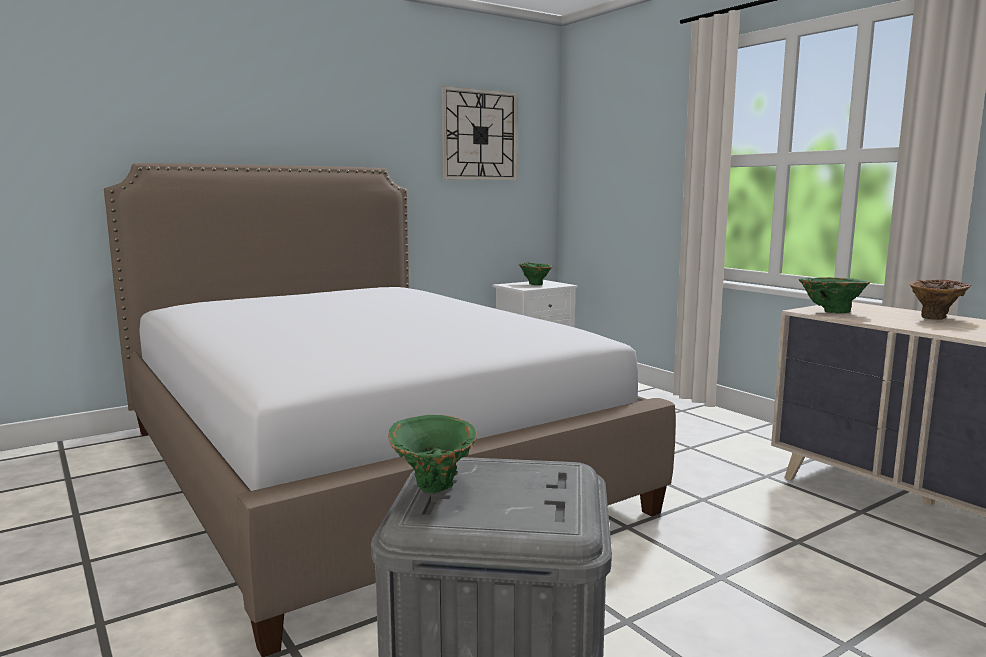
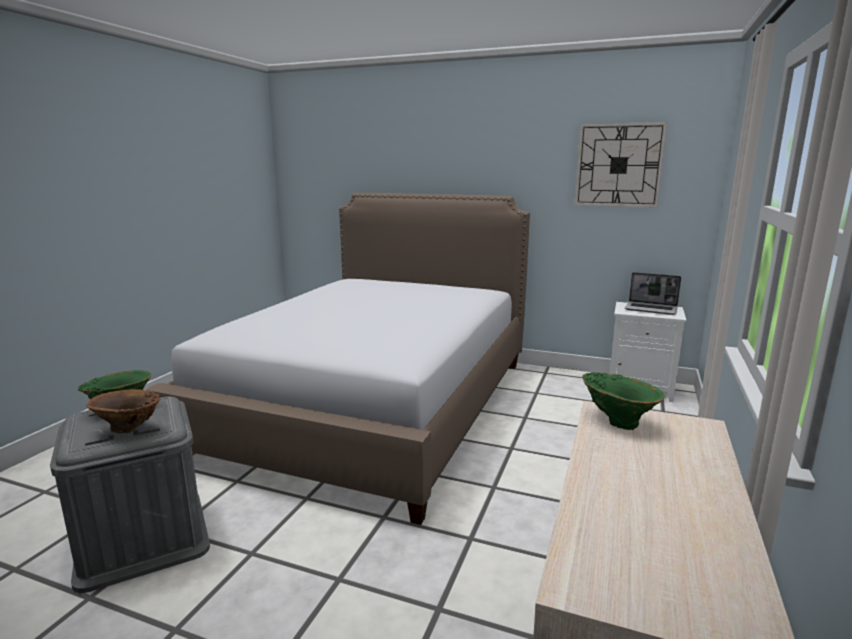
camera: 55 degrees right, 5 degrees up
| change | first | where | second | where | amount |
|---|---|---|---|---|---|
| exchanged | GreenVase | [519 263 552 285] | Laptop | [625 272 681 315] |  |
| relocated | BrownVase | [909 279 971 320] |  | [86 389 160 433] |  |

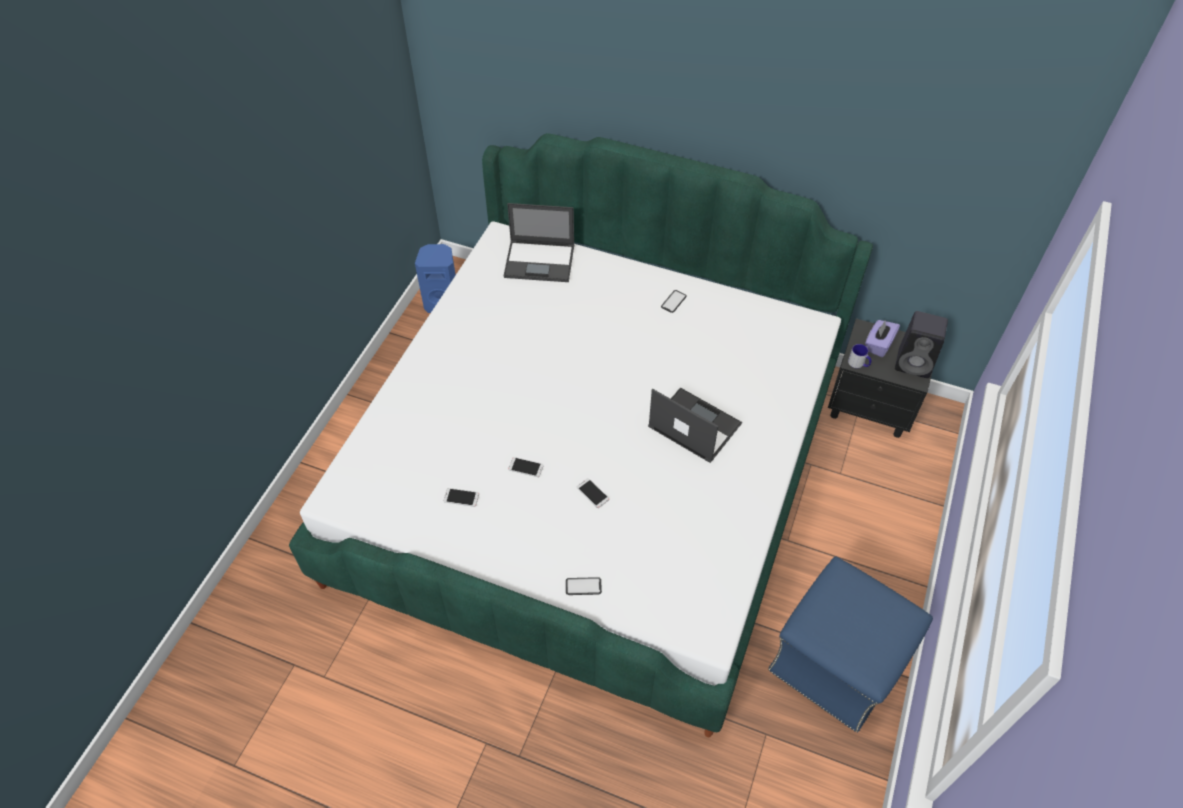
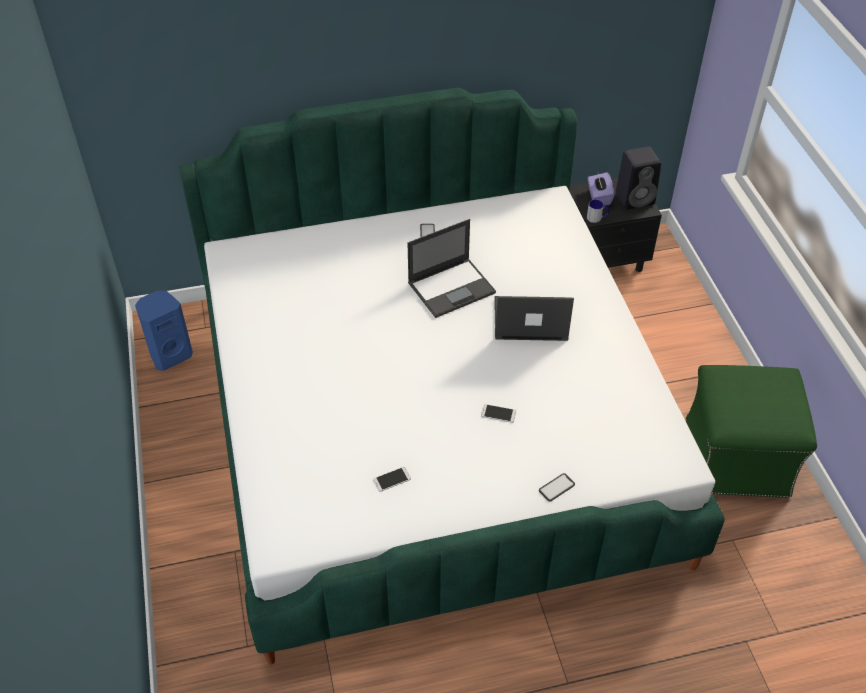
camera: 35 degrees left, 5 degrees down
| change | first | where | second | where | amount |
|---|---|---|---|---|---|
| relocated | Laptop | [504 203 574 282] |  | [407 219 496 318] |  |
| missing | Phone | [508 457 544 477] |  |  |  |
| colour | BlueOttoman | [768 557 933 732] | GreenOttoman | [686 365 817 498] |  |

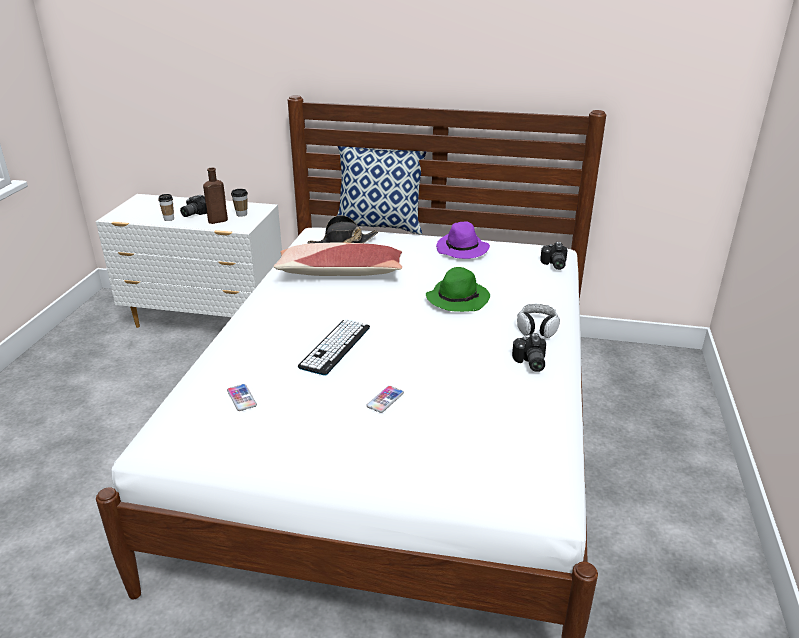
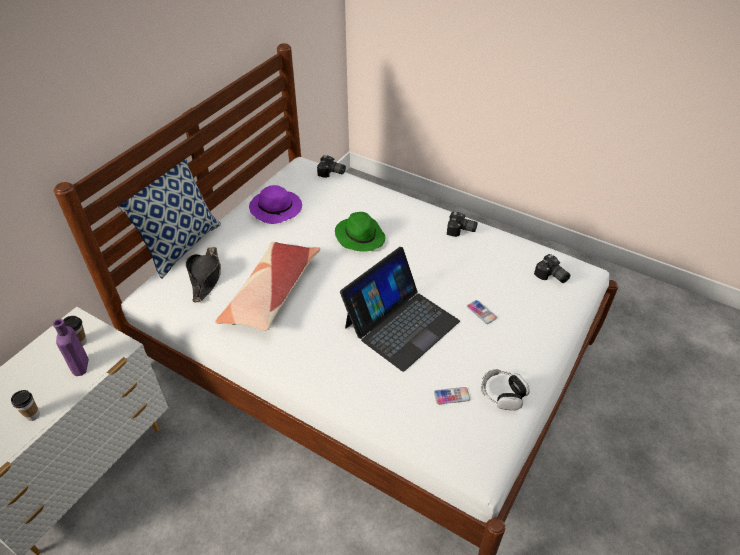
camera: 70 degrees left, 15 degrees up
| change | first | where | second | where | amount |
|---|---|---|---|---|---|
| relocated | PhotoCamera | [180 195 207 217] |  | [534 254 570 283] |  |
| colour | BrownBottle | [203 168 228 224] | PurpleBottle | [53 319 89 376] |  |
| exchanged | Keyboard | [298 319 370 376] | Laptop | [340 247 460 372] |  |
| relocated | Headphones | [517 303 560 338] |  | [481 369 530 410] |  |

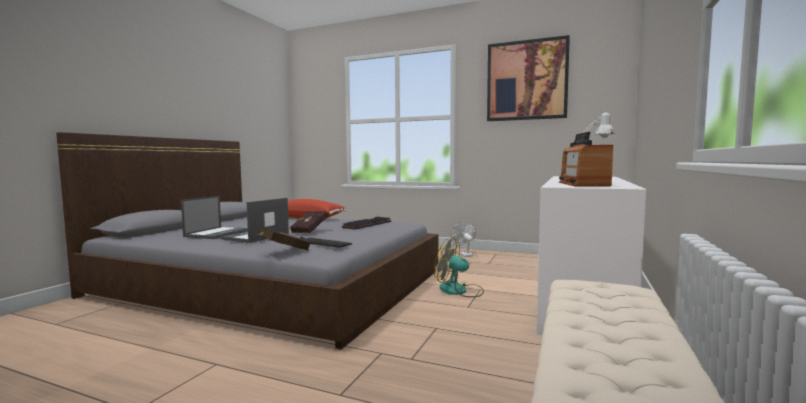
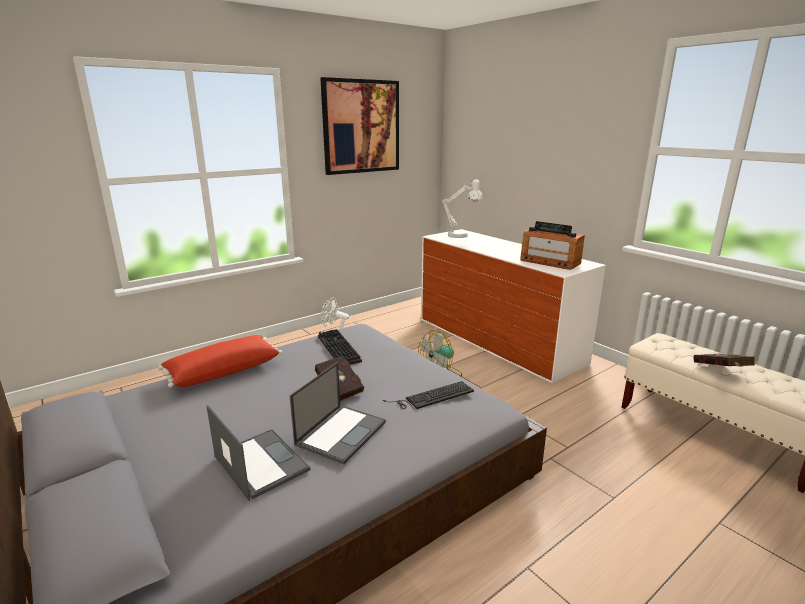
camera: 60 degrees left, 15 degrees up
| change | first | where | second | where | amount |
|---|---|---|---|---|---|
| spun | Laptop | [220 198 289 243] |  | [290 362 386 464] | 120 degrees counterclockwise |
| relocated | RedBook | [256 227 311 251] |  | [694 354 755 367] |  |

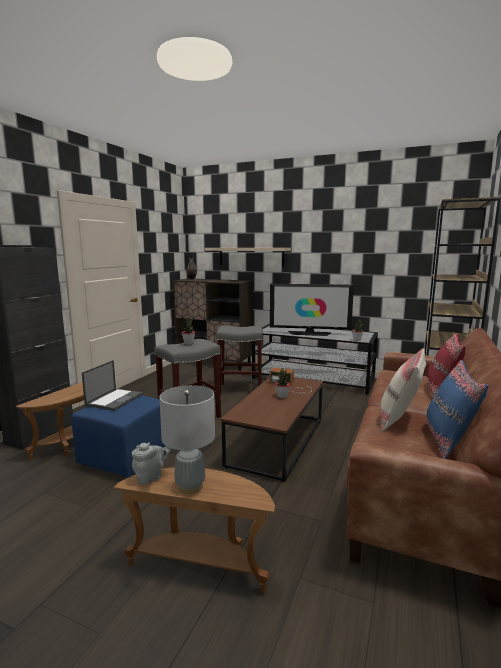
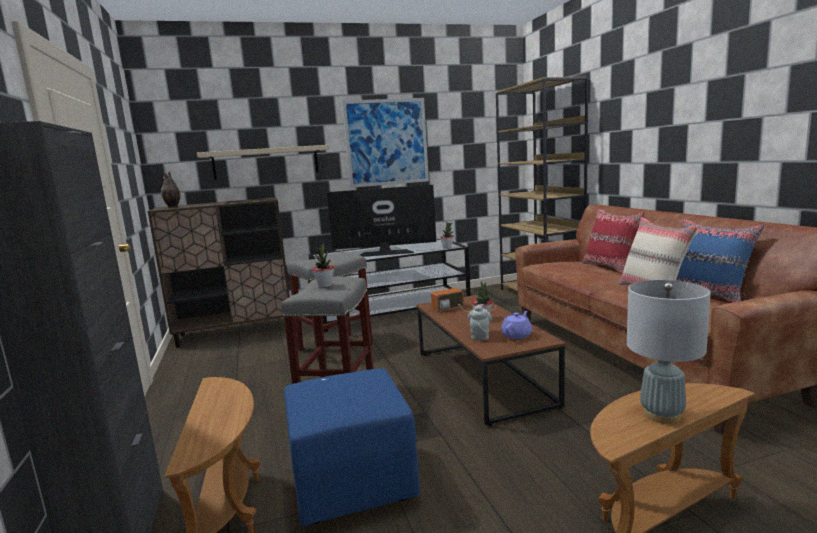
camera: 40 degrees left, 0 degrees up
| change | first | where | second | where | amount |
|---|---|---|---|---|---|
| missing | Laptop | [82 360 143 411] |  |  |  |
| relocated | GreyTeapot | [132 442 171 485] |  | [468 304 492 340] |  |
| spun | Television | [270 284 354 336] |  | [327 185 436 257] | 150 degrees counterclockwise |
| appeared |  |  | Picture | [342 98 429 188] |  |
| appeared |  |  | PurpleTeapot | [501 311 532 339] |  |

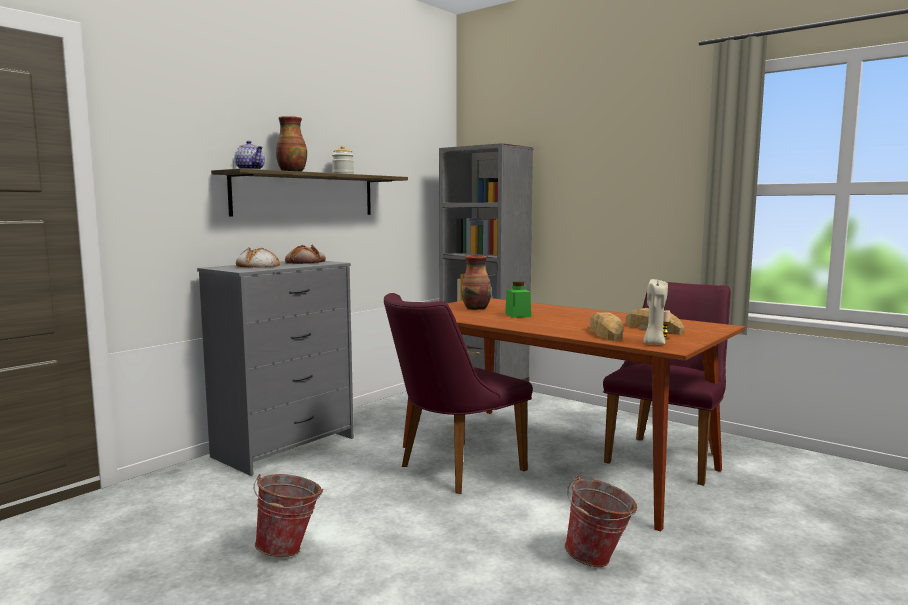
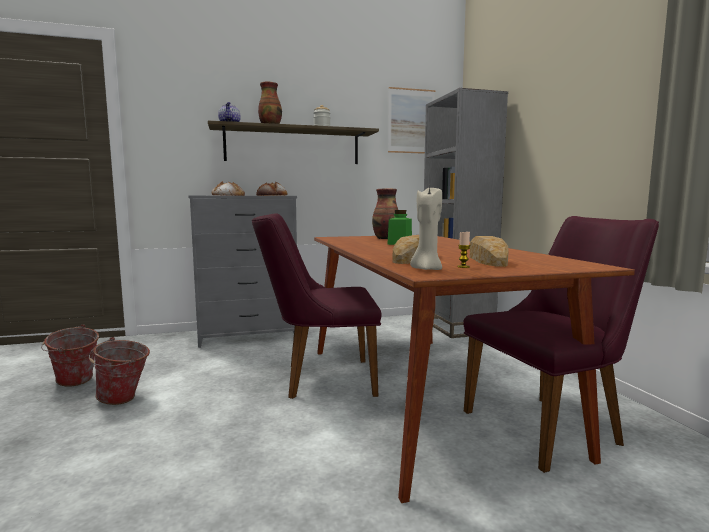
camera: 35 degrees right, 0 degrees up
| change | first | where | second | where | amount |
|---|---|---|---|---|---|
| relocated | Bucket | [565 475 637 567] |  | [41 324 99 387] |  |
| appeared |  |  | Picture | [388 87 435 154] |  |

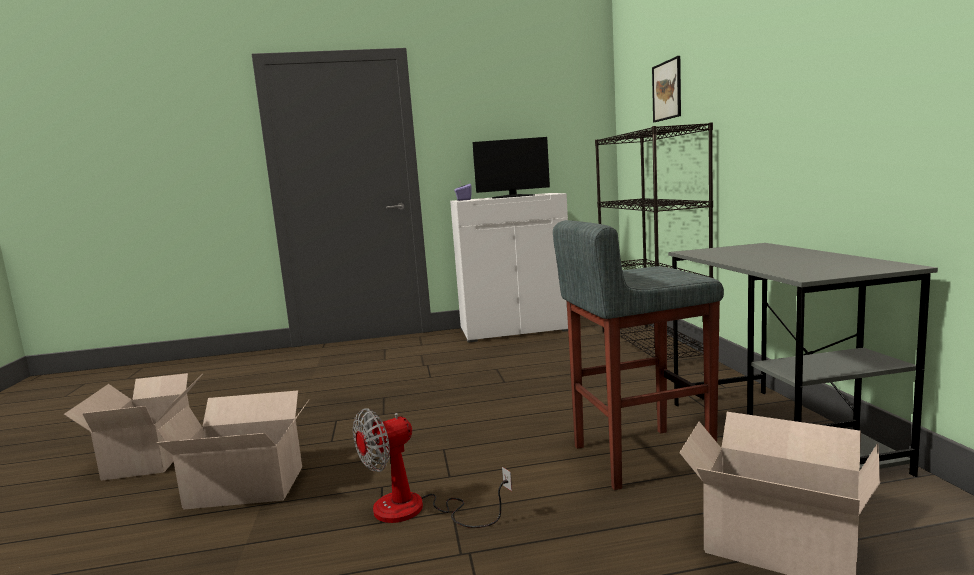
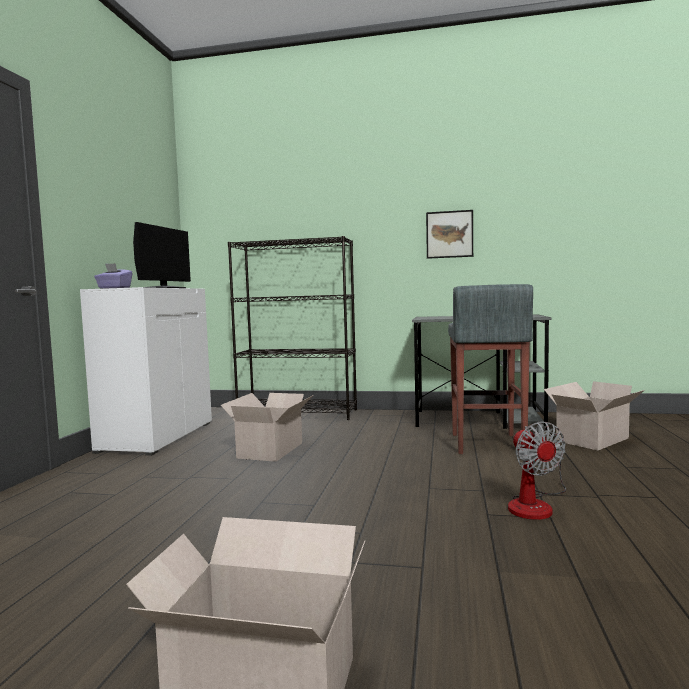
camera: 70 degrees left, 5 degrees down
| change | first | where | second | where | amount |
|---|---|---|---|---|---|
| relocated | CardboardBox | [156 390 310 510] |  | [221 393 313 462] |  |
| relocated | Picture | [652 56 681 122] |  | [426 210 473 259] |  |

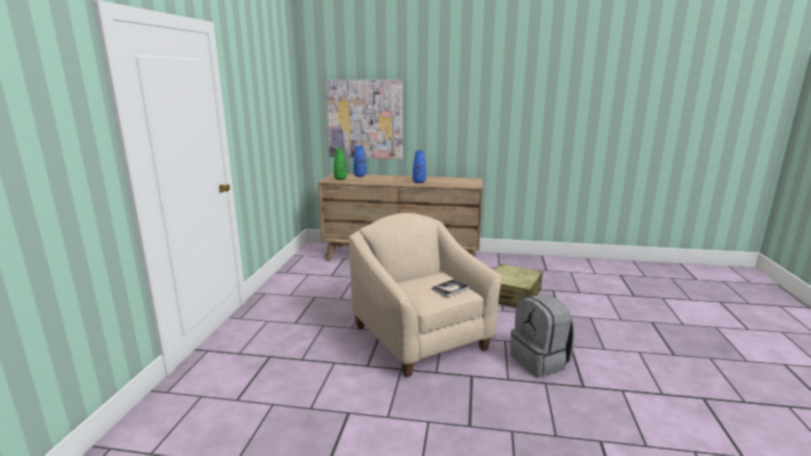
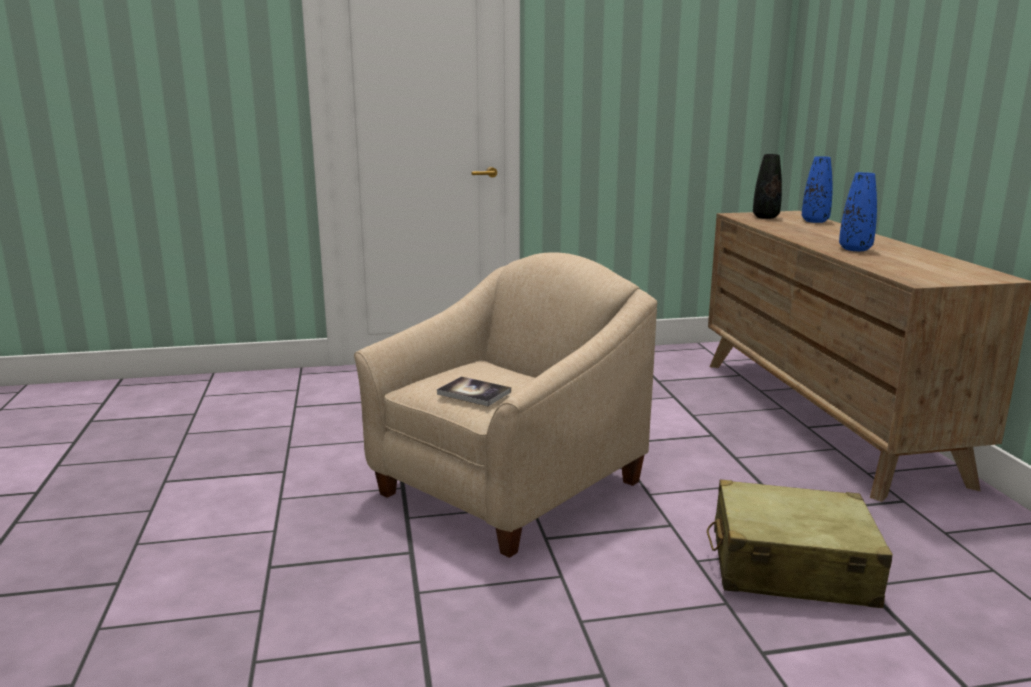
camera: 70 degrees right, 0 degrees up
| change | first | where | second | where | amount |
|---|---|---|---|---|---|
| missing | Picture | [326 80 403 159] |  |  |  |
| colour | GreenVase | [333 148 347 180] | BlackVase | [753 154 782 219] |  |
| missing | GreyBackpack | [510 294 574 377] |  |  |  |

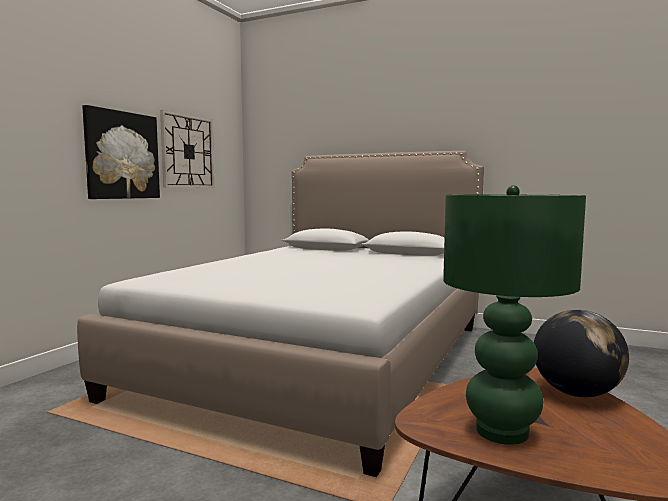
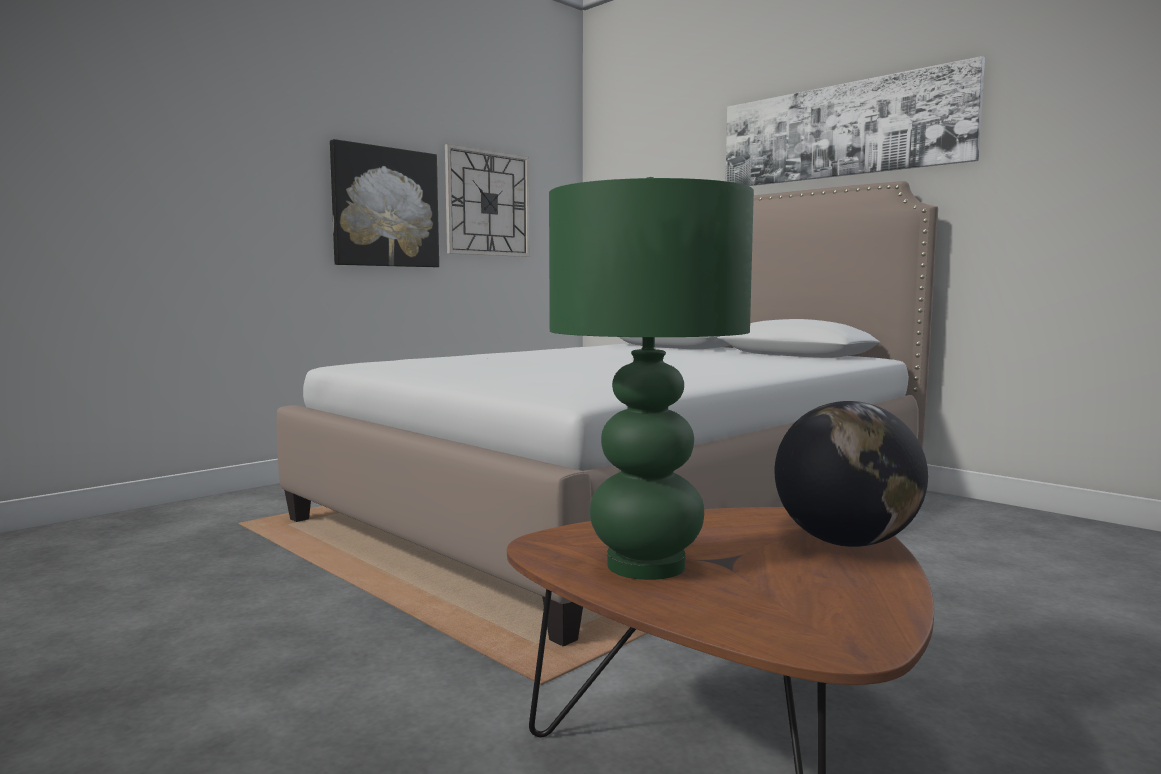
camera: 20 degrees right, 0 degrees up
| change | first | where | second | where | amount |
|---|---|---|---|---|---|
| appeared |  |  | Picture | [726 56 985 186] |  |

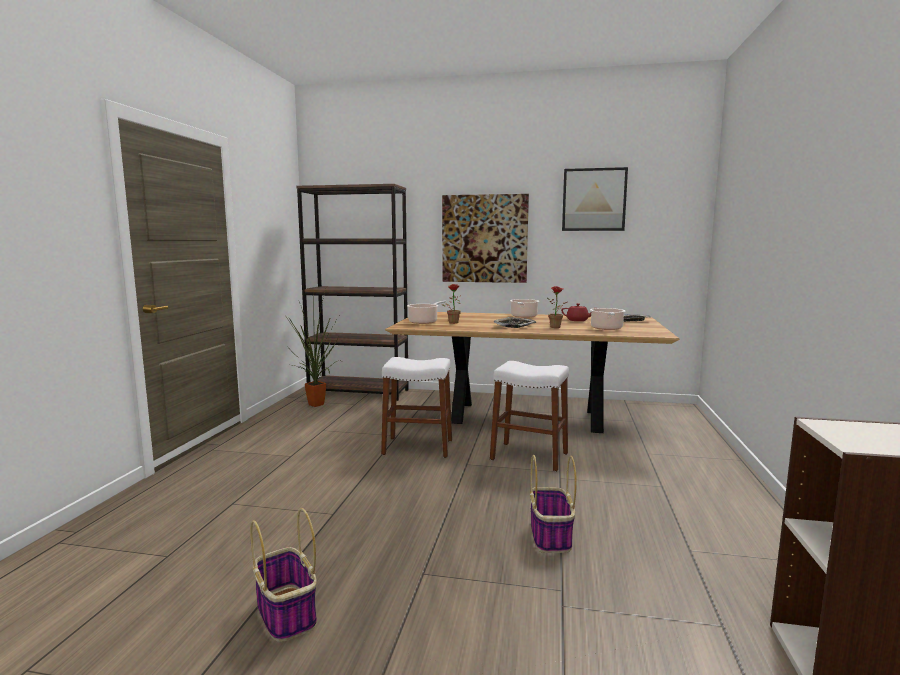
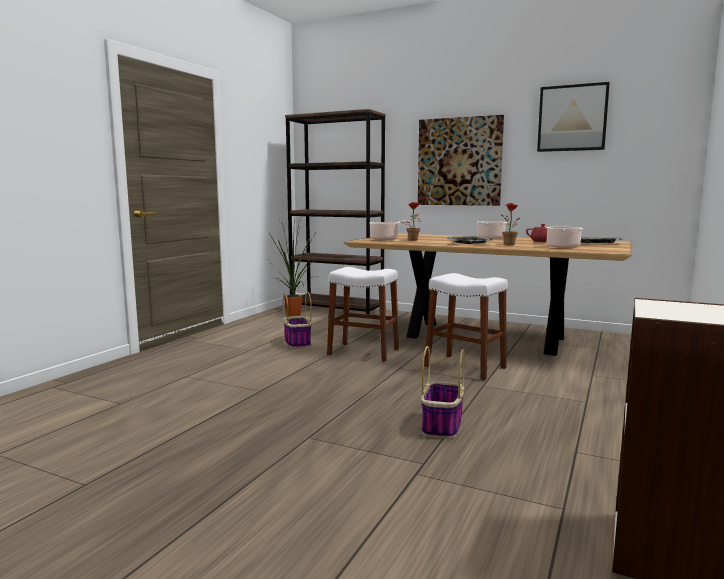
camera: 15 degrees right, 0 degrees up
| change | first | where | second | where | amount |
|---|---|---|---|---|---|
| relocated | Basket | [250 508 317 642] |  | [283 292 312 348] |  |

